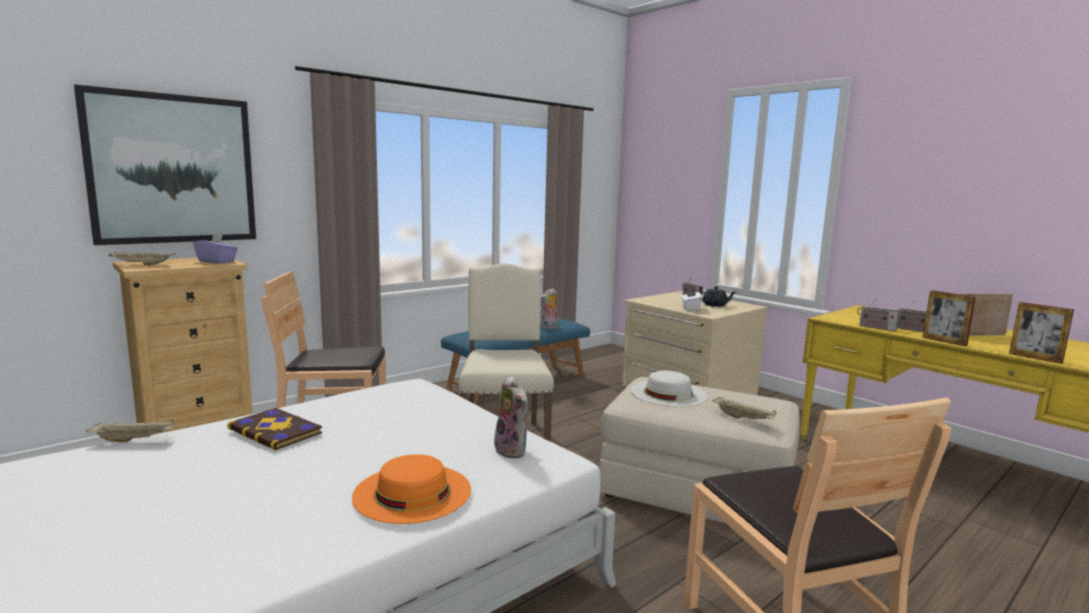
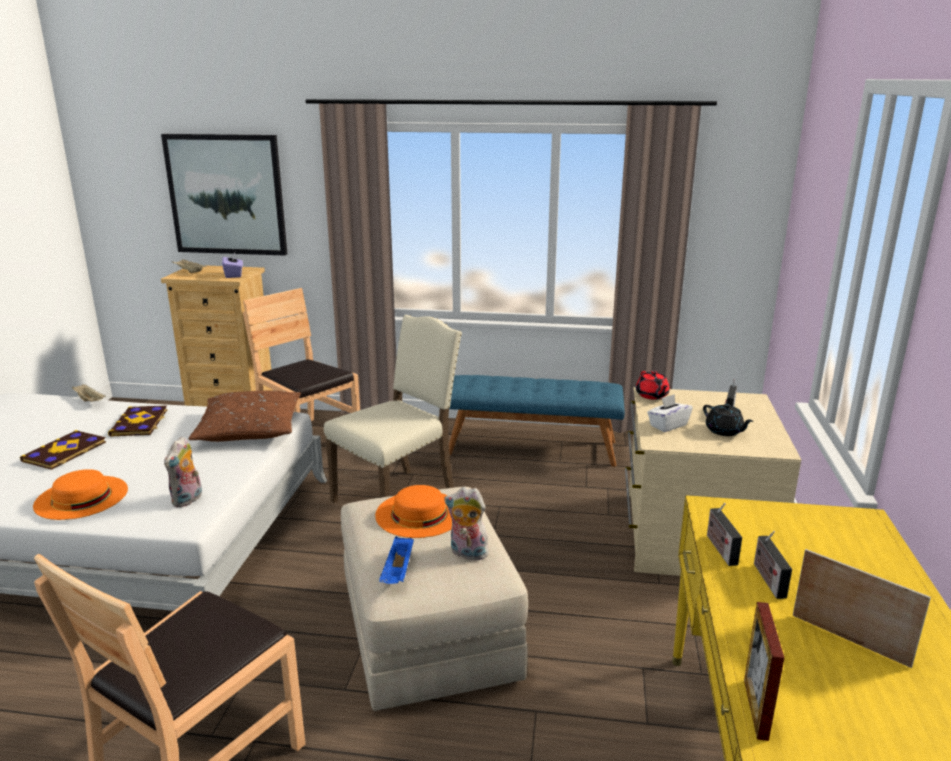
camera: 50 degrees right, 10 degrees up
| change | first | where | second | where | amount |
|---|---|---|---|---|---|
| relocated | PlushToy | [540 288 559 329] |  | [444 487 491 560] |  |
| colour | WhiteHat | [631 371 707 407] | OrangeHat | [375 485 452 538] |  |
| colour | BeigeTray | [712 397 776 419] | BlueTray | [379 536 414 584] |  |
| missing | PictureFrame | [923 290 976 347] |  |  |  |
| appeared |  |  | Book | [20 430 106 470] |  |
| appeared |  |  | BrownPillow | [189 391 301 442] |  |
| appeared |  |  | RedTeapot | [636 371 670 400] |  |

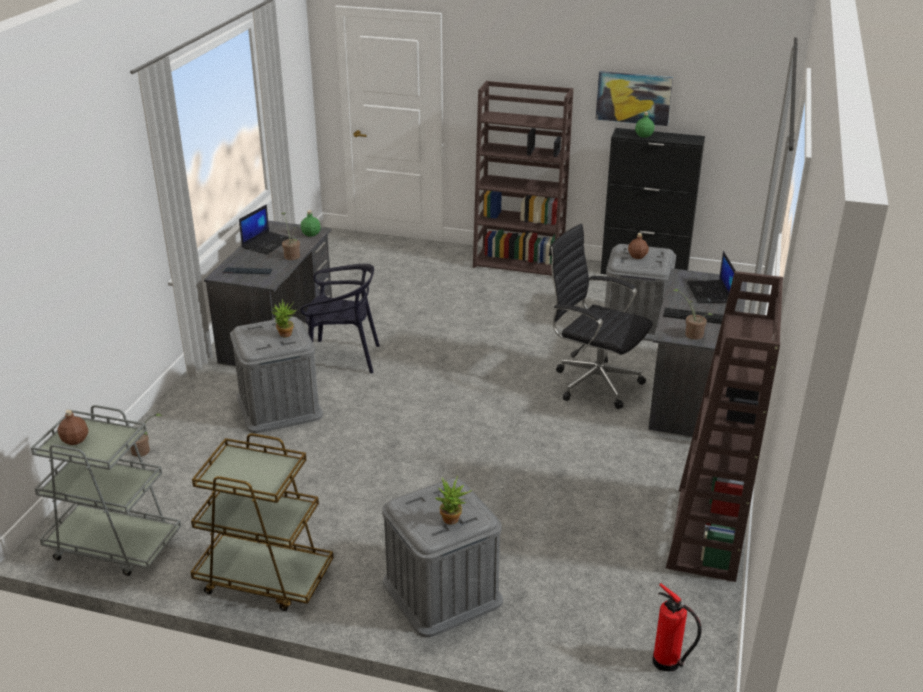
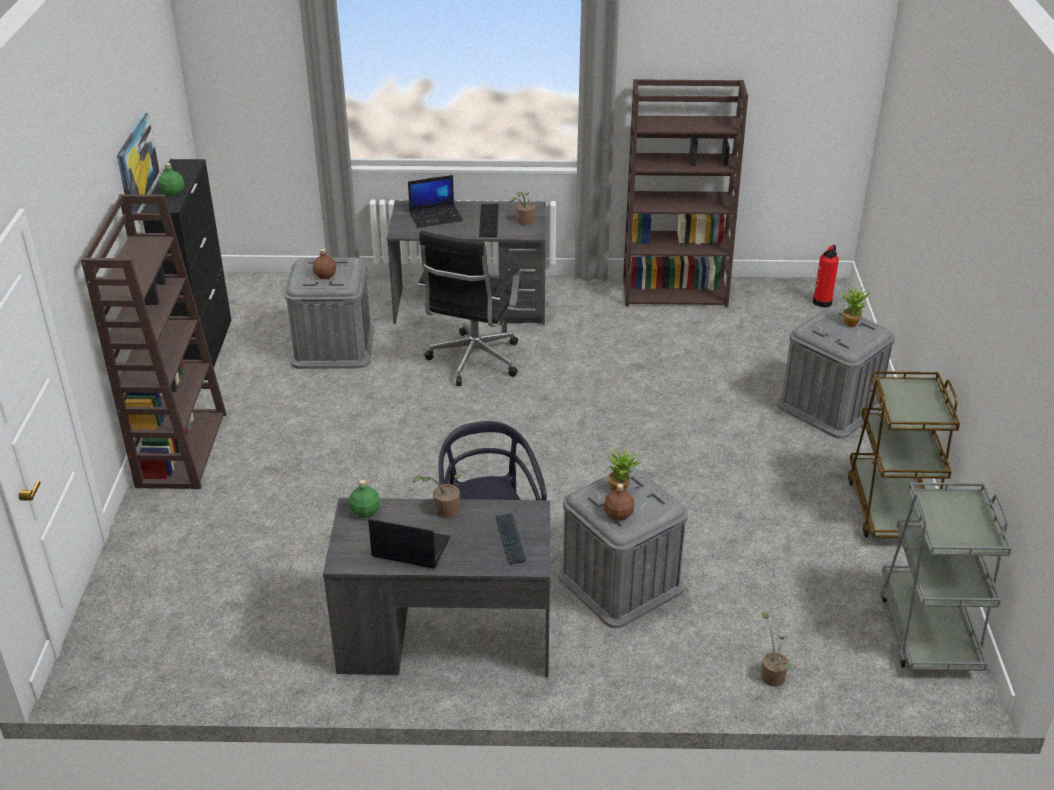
camera: 105 degrees left, 5 degrees up
| change | first | where | second | where | amount |
|---|---|---|---|---|---|
| relocated | BrownBottle | [58 410 88 445] |  | [604 484 634 520] |  |

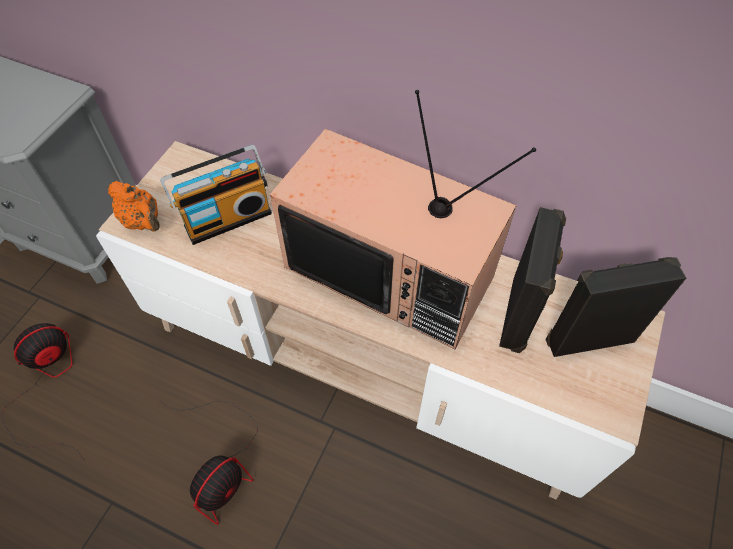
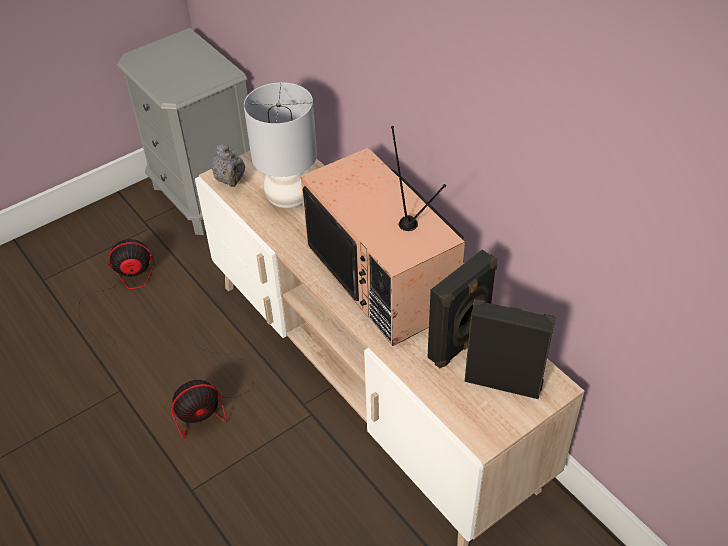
camera: 30 degrees right, 10 degrees down
| change | first | where | second | where | amount |
|---|---|---|---|---|---|
| colour | OrangeTeapot | [108 181 160 232] | GreyTeapot | [211 143 245 187] |  |
| exchanged | Radio | [160 145 272 245] | GreyTableLamp | [244 82 317 208] |  |

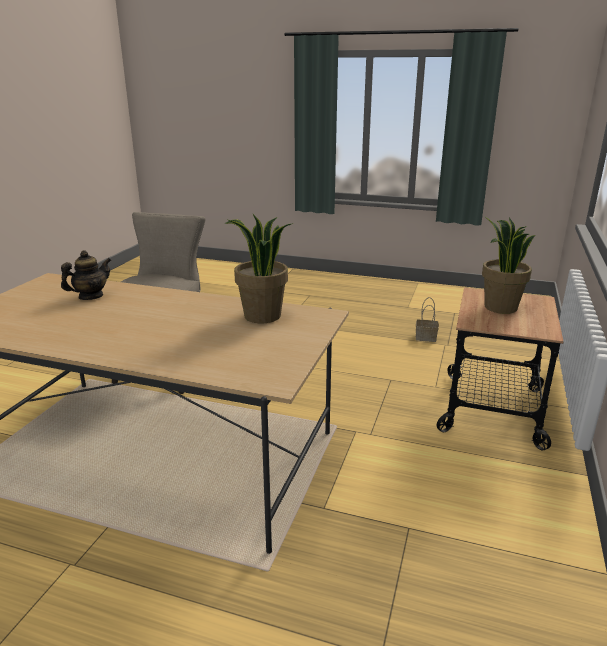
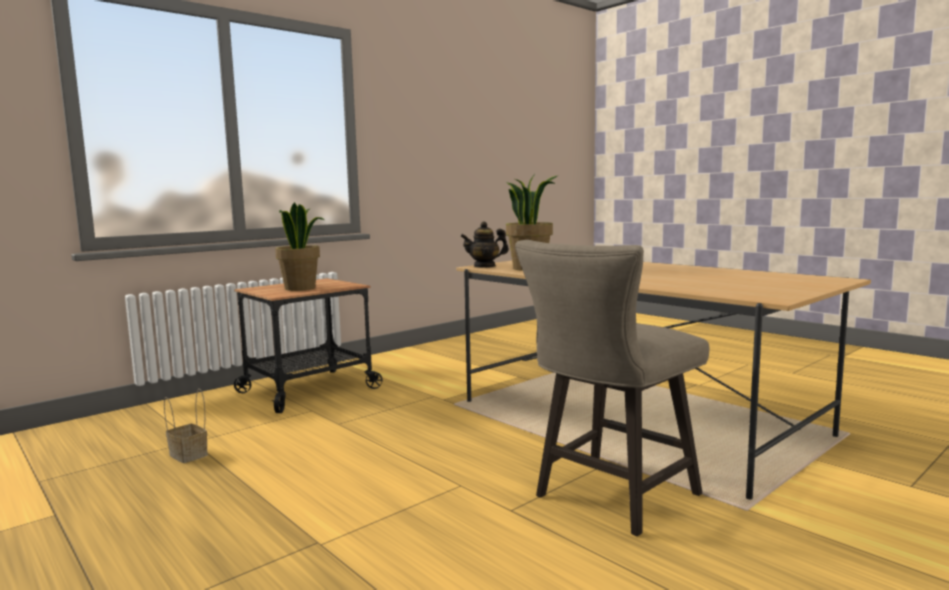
camera: 150 degrees left, 15 degrees down
| change | first | where | second | where | amount |
|---|---|---|---|---|---|
| relocated | Teapot | [61 250 111 300] |  | [460 221 509 268] |  |

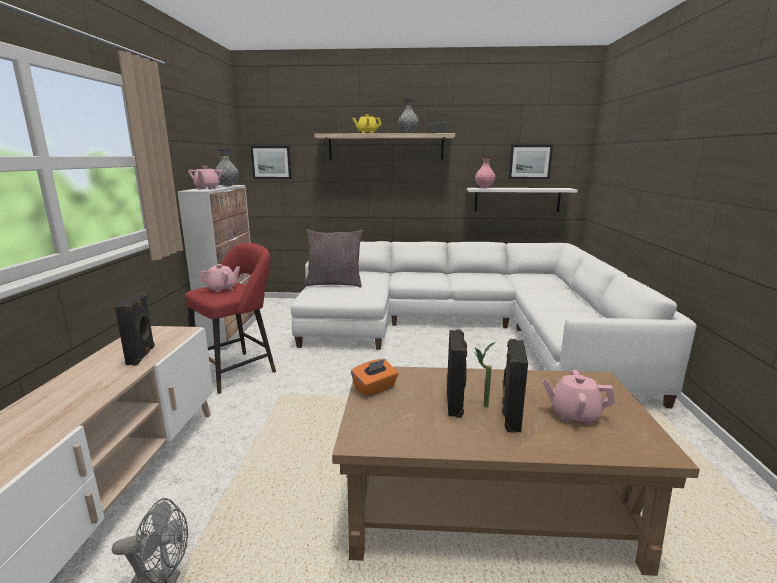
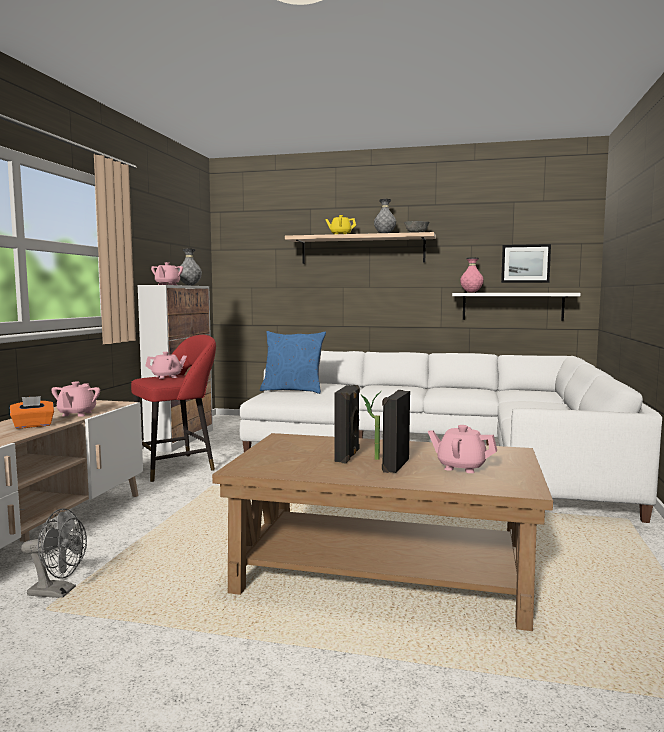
camera: 10 degrees right, 10 degrees down
| change | first | where | second | where | amount |
|---|---|---|---|---|---|
| exchanged | BlackSpeaker | [115 292 155 366] | PinkTeapot | [51 381 100 417] |  |
| missing | Picture | [250 146 292 179] |  |  |  |
| colour | GreyPillow | [304 229 363 288] | BluePillow | [260 331 326 394] |  |
| relocated | OrangeTissueBox | [351 359 399 397] |  | [10 396 54 429] |  |

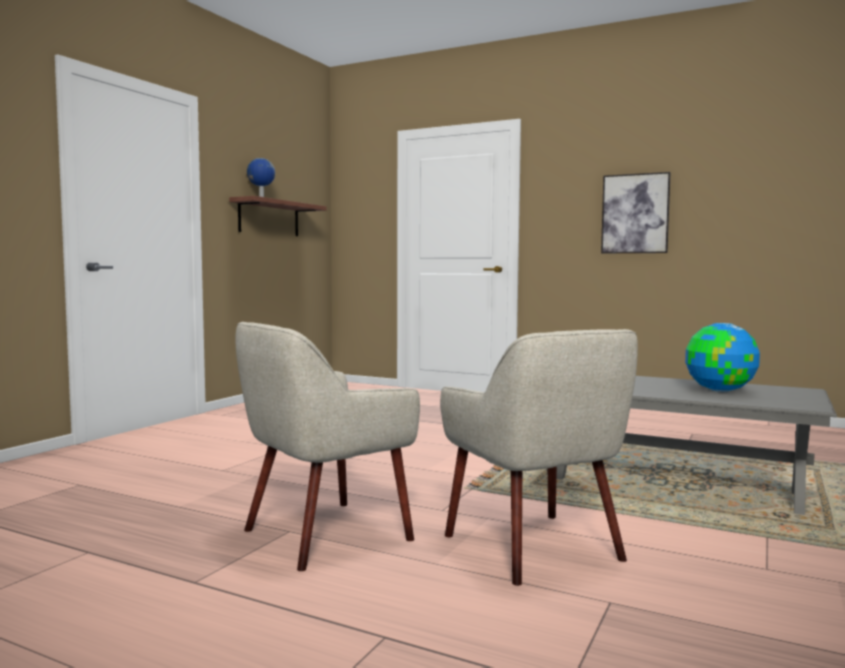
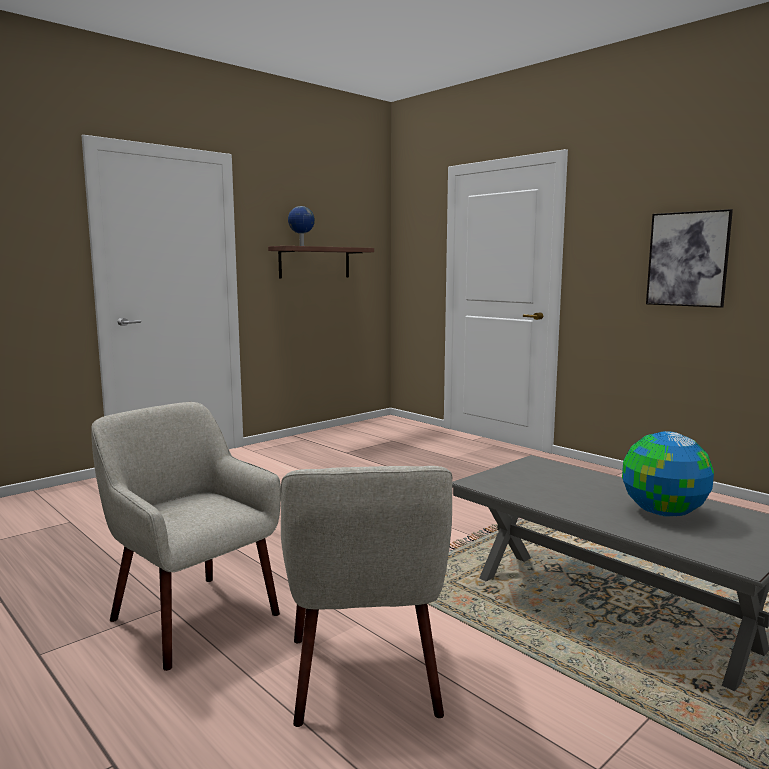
camera: 20 degrees right, 5 degrees up
| change | first | where | second | where | amount |
|---|---|---|---|---|---|
| spun | BeigeArmchair | [235 322 420 571] |  | [91 402 281 671] | 60 degrees clockwise |

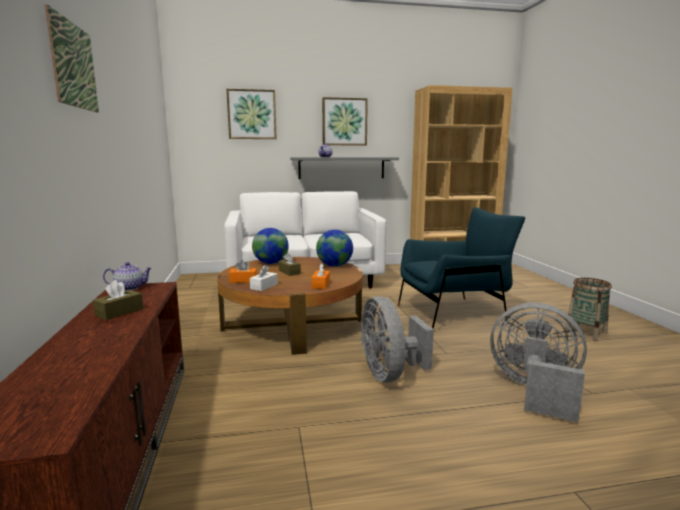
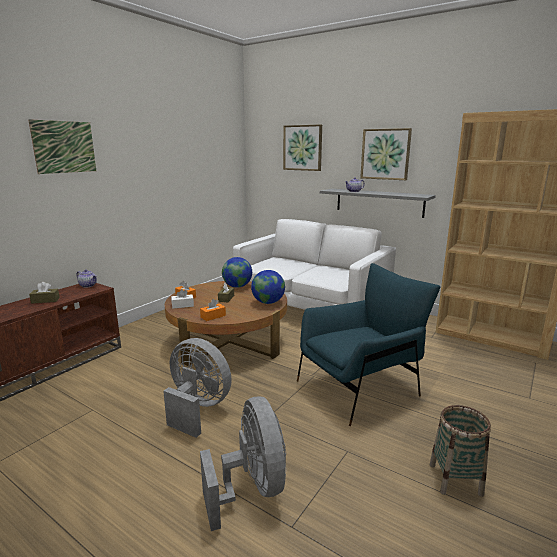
camera: 45 degrees right, 5 degrees up
| change | first | where | second | where | amount |
|---|---|---|---|---|---|
| spun | GreyFan | [361 296 434 382] |  | [163 338 232 438] | 90 degrees clockwise |
| spun | BlueArmchair | [398 207 525 329] |  | [297 263 440 426] | 60 degrees counterclockwise |

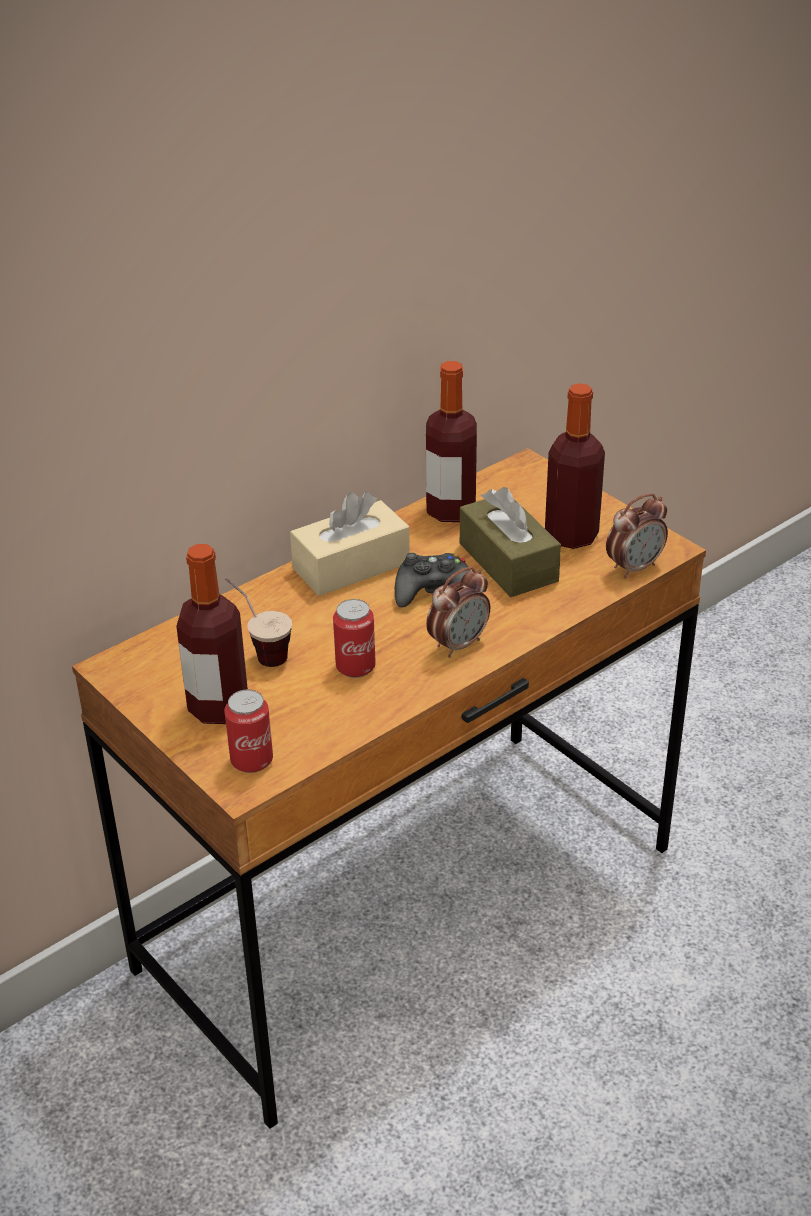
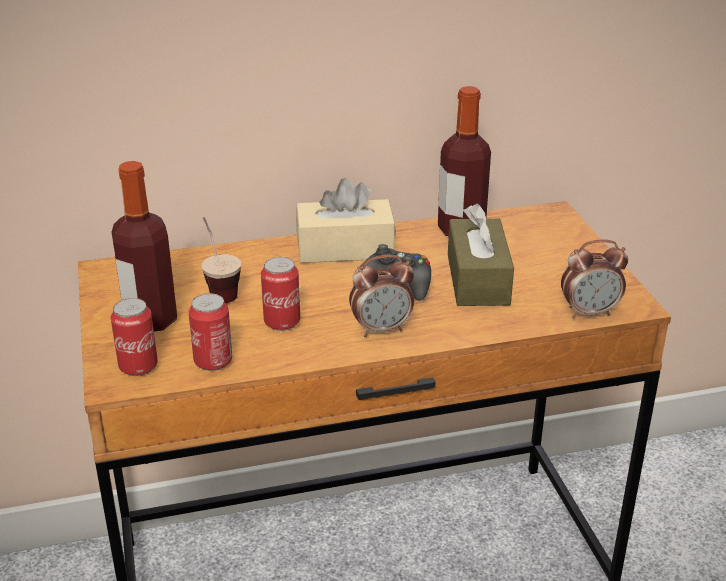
camera: 25 degrees right, 5 degrees down
| change | first | where | second | where | amount |
|---|---|---|---|---|---|
| missing | Bottle | [545 383 605 549] |  |  |  |
| appeared |  |  | Can | [188 293 232 371] |  |

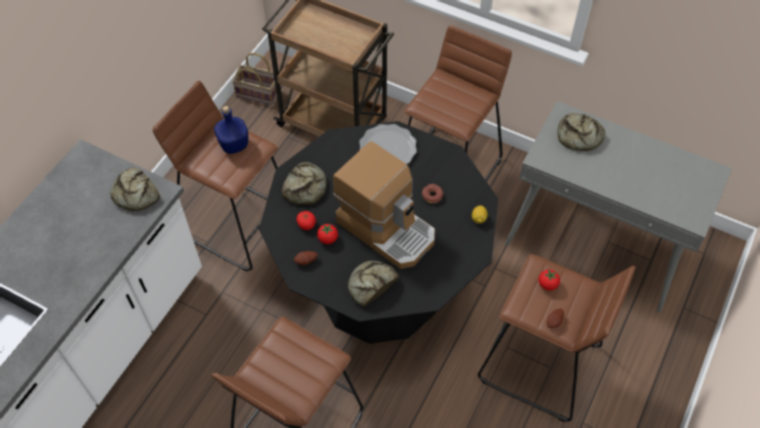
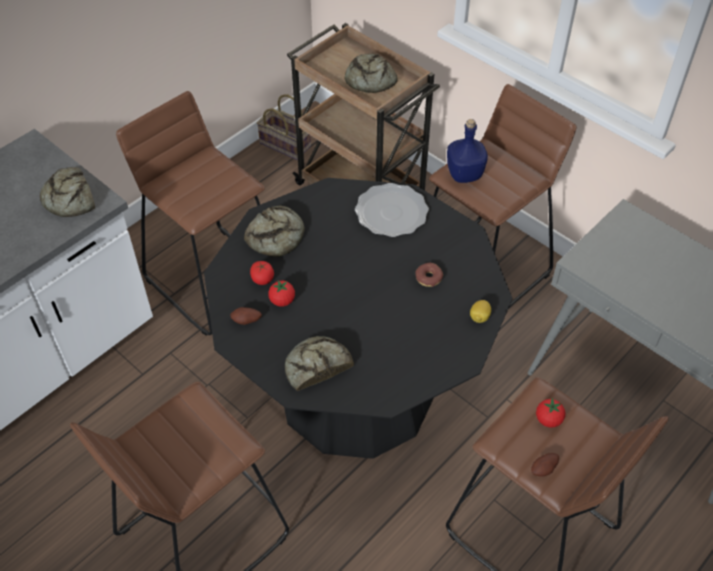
camera: 15 degrees right, 5 degrees down
| change | first | where | second | where | amount |
|---|---|---|---|---|---|
| relocated | BlueBottle | [214 106 248 154] |  | [447 119 488 183] |  |
| missing | CoffeeMachine | [333 141 435 269] |  |  |  |
| relocated | Bread | [557 113 605 151] |  | [345 53 398 93] |  |

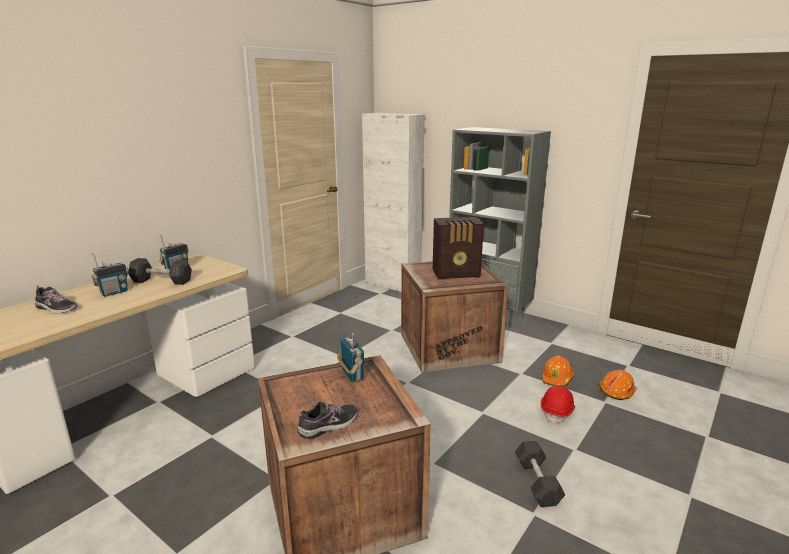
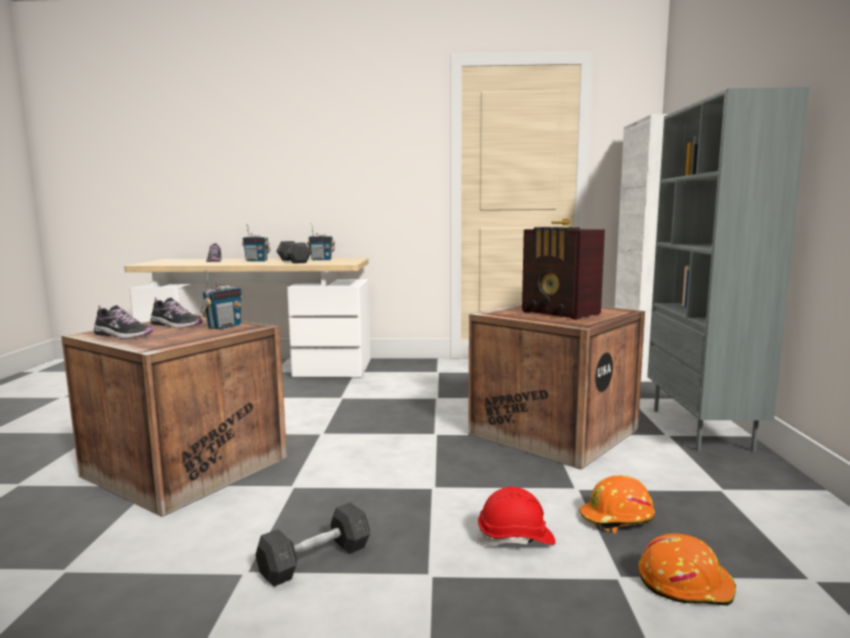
camera: 55 degrees right, 10 degrees down
| change | first | where | second | where | amount |
|---|---|---|---|---|---|
| appeared |  |  | Shoe | [150 298 203 328] |  |

